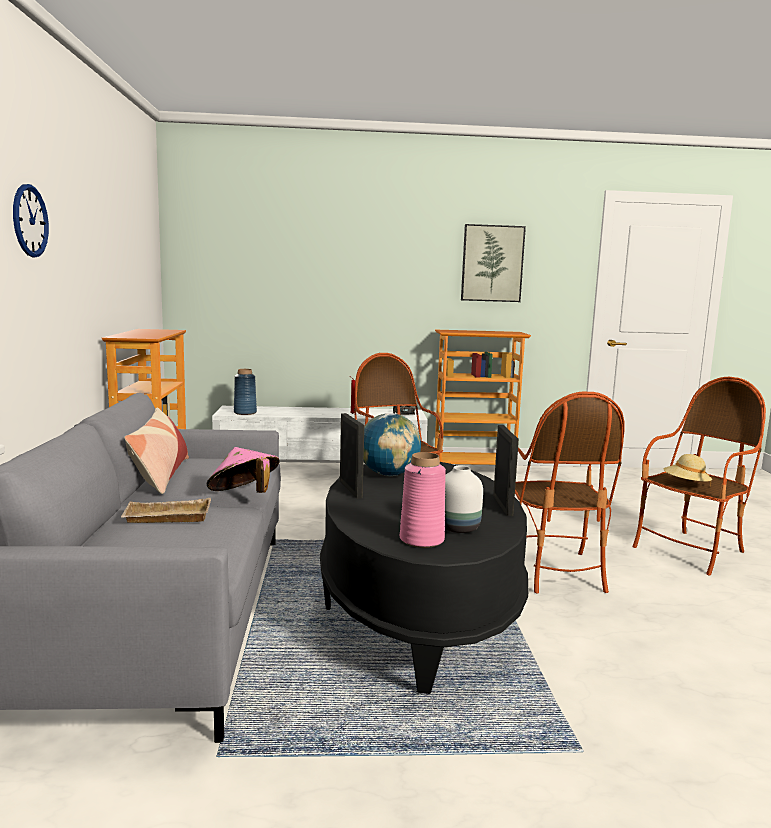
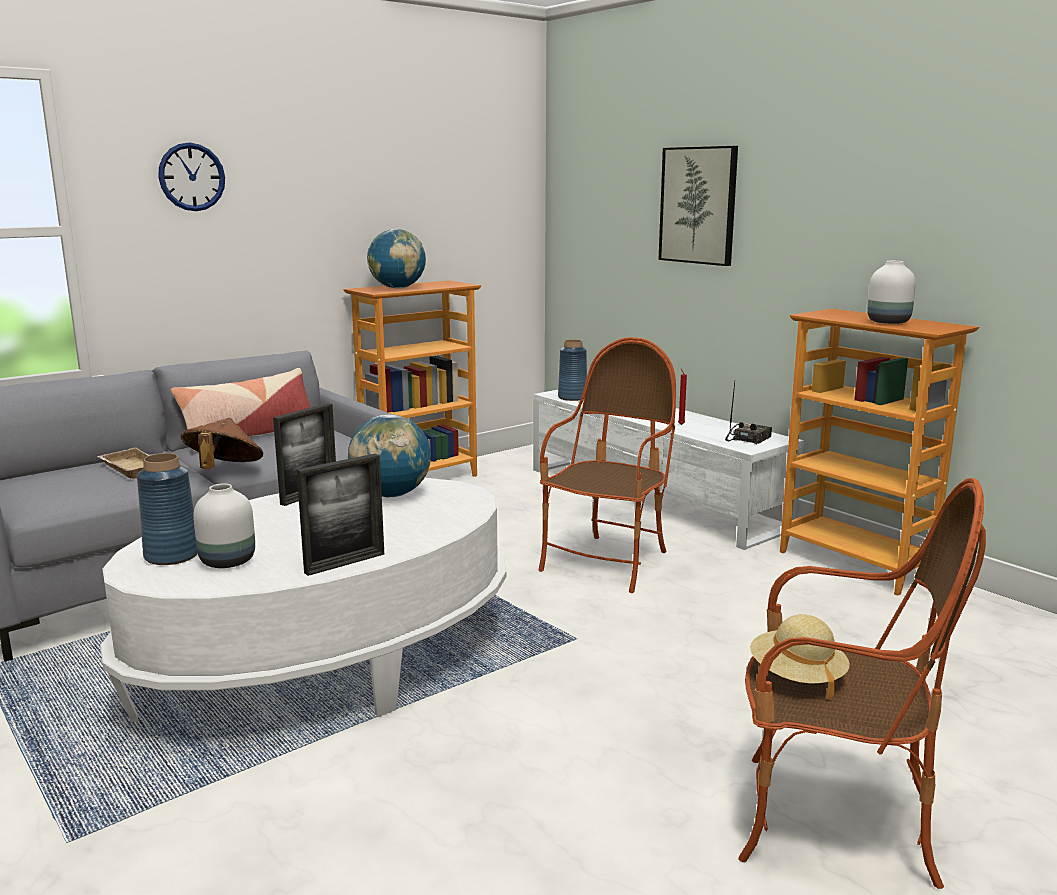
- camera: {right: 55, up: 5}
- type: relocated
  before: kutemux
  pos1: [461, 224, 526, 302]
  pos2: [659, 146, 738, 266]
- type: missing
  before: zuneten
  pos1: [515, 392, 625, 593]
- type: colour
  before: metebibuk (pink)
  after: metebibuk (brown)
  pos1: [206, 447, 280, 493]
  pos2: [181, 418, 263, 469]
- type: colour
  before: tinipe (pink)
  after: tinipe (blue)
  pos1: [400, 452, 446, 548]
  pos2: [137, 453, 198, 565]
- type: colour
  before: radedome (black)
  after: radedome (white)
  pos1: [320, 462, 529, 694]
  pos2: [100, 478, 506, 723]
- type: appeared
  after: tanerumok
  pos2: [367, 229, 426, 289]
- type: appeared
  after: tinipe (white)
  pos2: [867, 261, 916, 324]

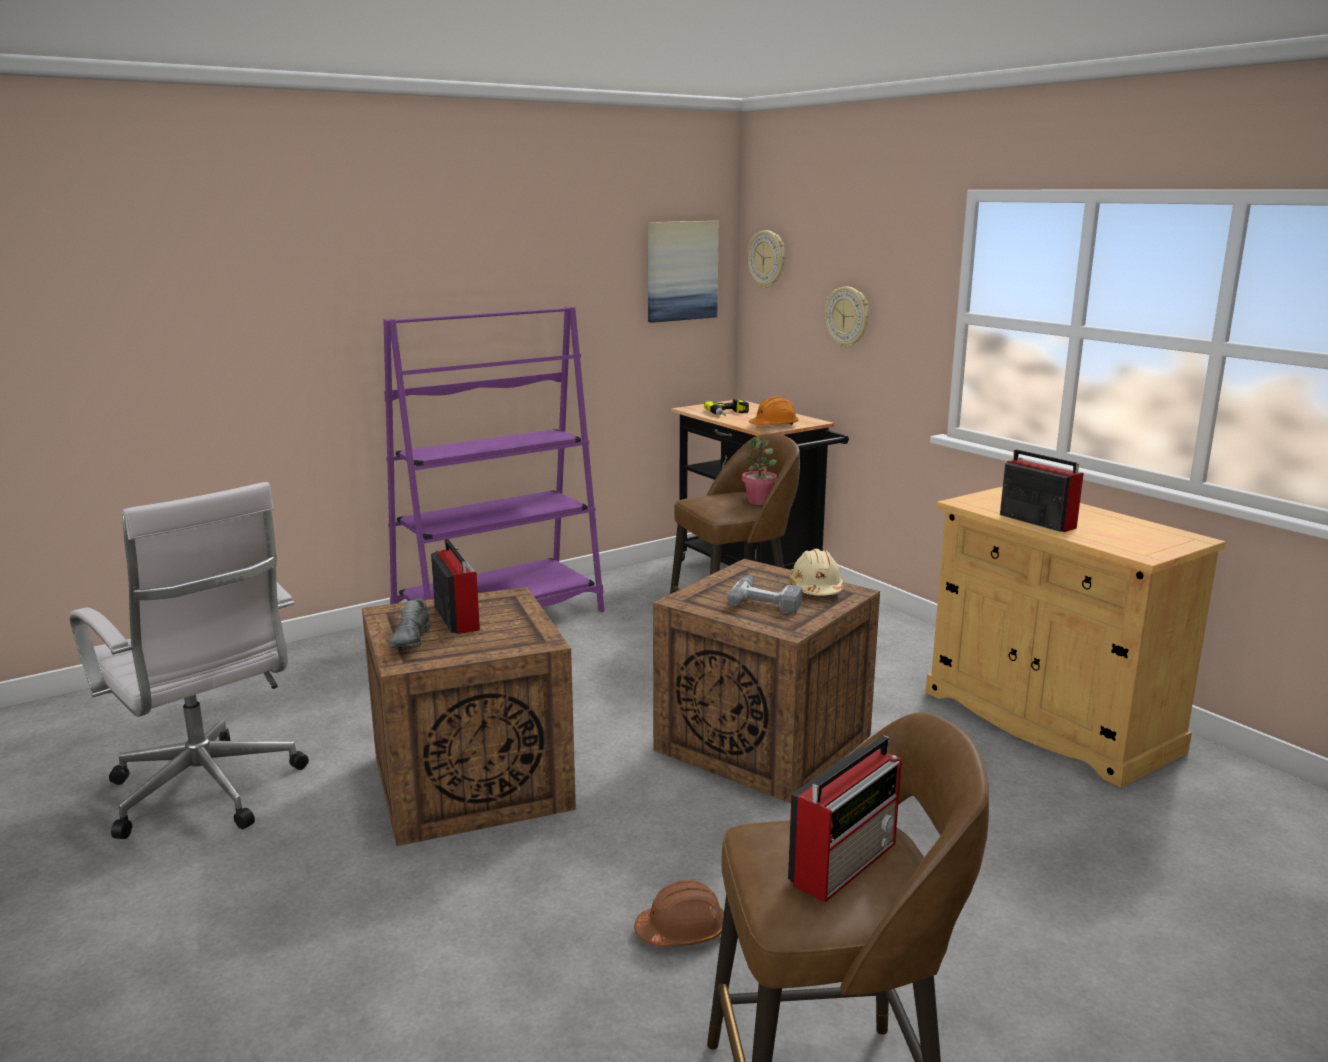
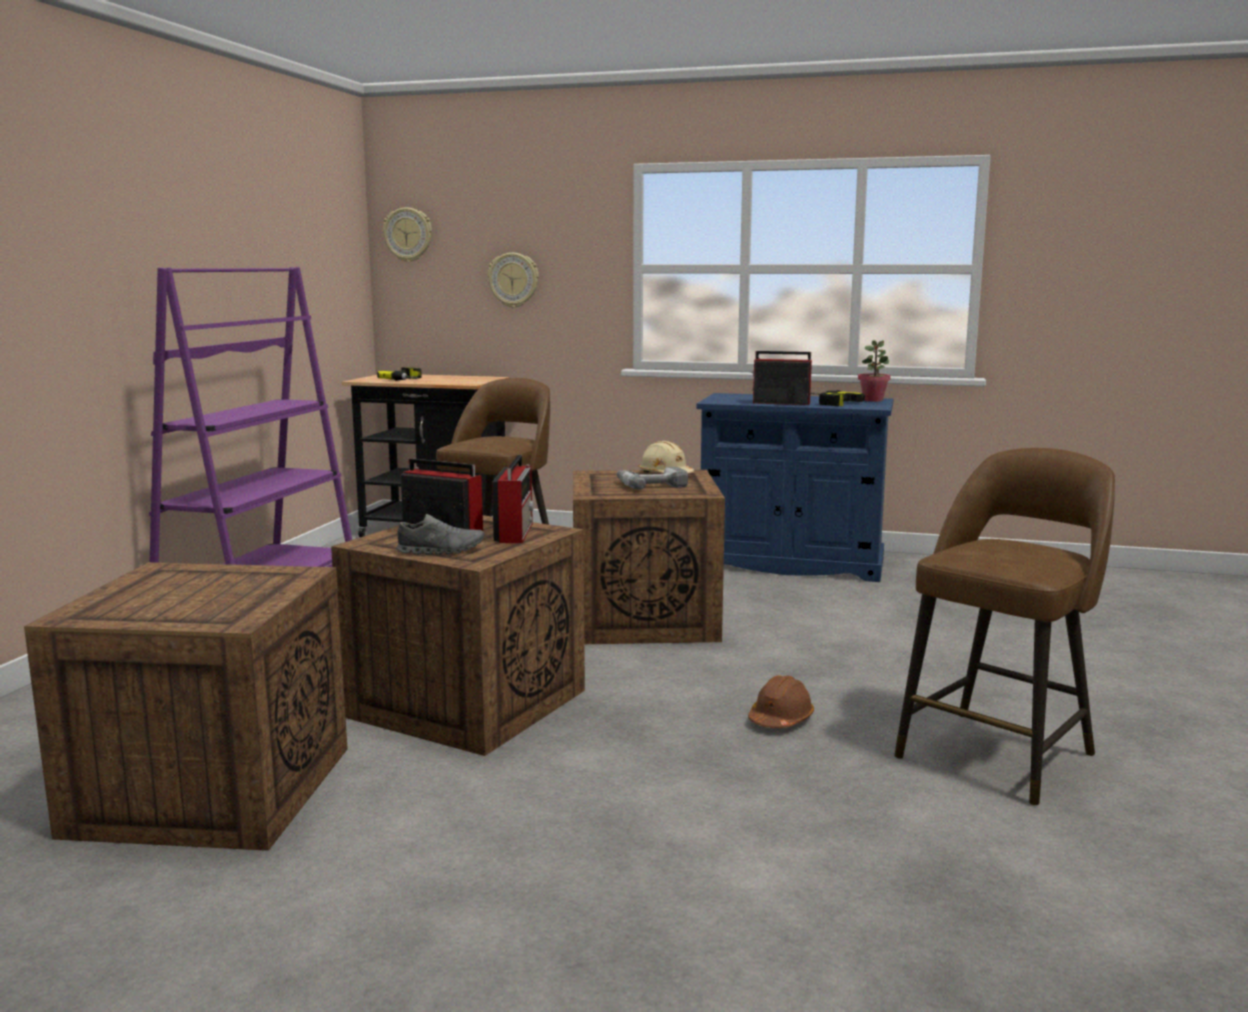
- camera: {right: -40, up: -5}
- type: missing
  before: kutemux
  pos1: [648, 221, 719, 323]
- type: missing
  before: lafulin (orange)
  pos1: [749, 396, 798, 425]
- type: relocated
  before: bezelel
  pos1: [742, 438, 777, 505]
  pos2: [858, 340, 891, 402]
- type: exchanged
  before: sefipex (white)
  after: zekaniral
  pos1: [70, 482, 309, 839]
  pos2: [24, 562, 348, 851]
- type: colour
  before: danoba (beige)
  after: danoba (blue)
  pos1: [926, 486, 1226, 788]
  pos2: [696, 393, 893, 582]
- type: spun
  before: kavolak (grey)
  pos1: [389, 598, 432, 648]
  pos2: [396, 514, 485, 555]
  turn: -60
- type: relocated
  before: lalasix
  pos1: [788, 736, 902, 902]
  pos2: [492, 455, 534, 543]
- type: appeared
  after: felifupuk
  pos2: [810, 390, 865, 406]

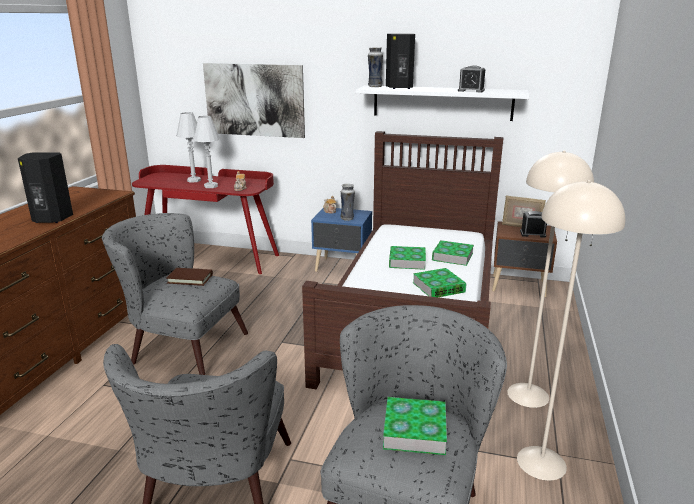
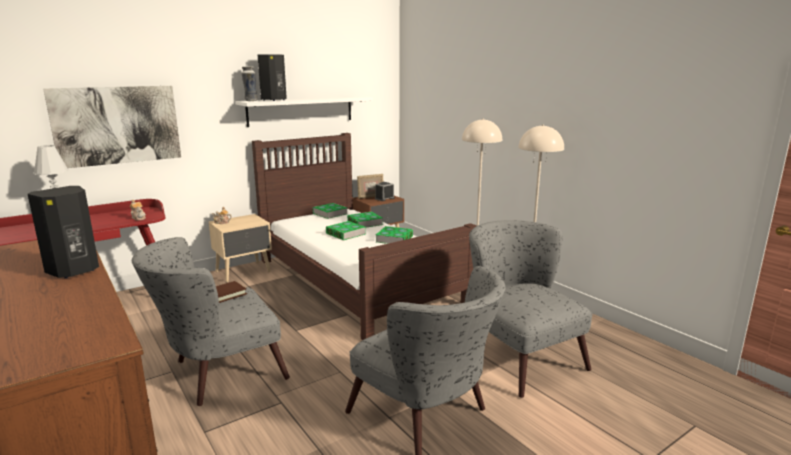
- camera: {right: -50, up: -5}
- type: missing
  before: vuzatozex
  pos1: [458, 65, 485, 92]
- type: missing
  before: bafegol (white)
  pos1: [193, 116, 220, 188]
- type: missing
  before: tinipe
  pos1: [340, 184, 355, 221]
- type: colour
  before: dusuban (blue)
  after: dusuban (beige)
  pos1: [311, 208, 372, 272]
  pos2: [209, 214, 272, 282]
- type: relocated
  before: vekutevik
  pos1: [383, 397, 447, 455]
  pos2: [312, 203, 347, 219]

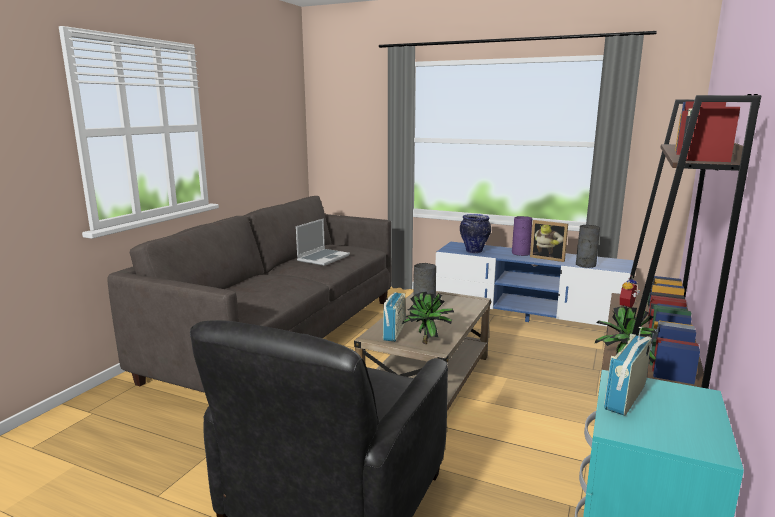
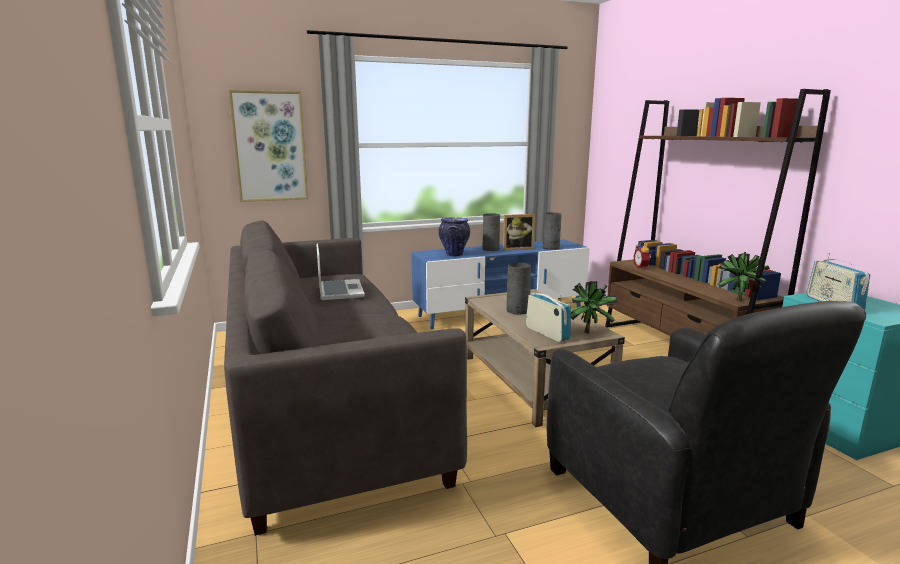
- camera: {right: -45, up: 0}
- type: colour
  before: tinipe (purple)
  after: tinipe (grey)
  pos1: [512, 216, 532, 256]
  pos2: [483, 213, 500, 251]
- type: appeared
  after: kutemux
  pos2: [229, 90, 308, 202]

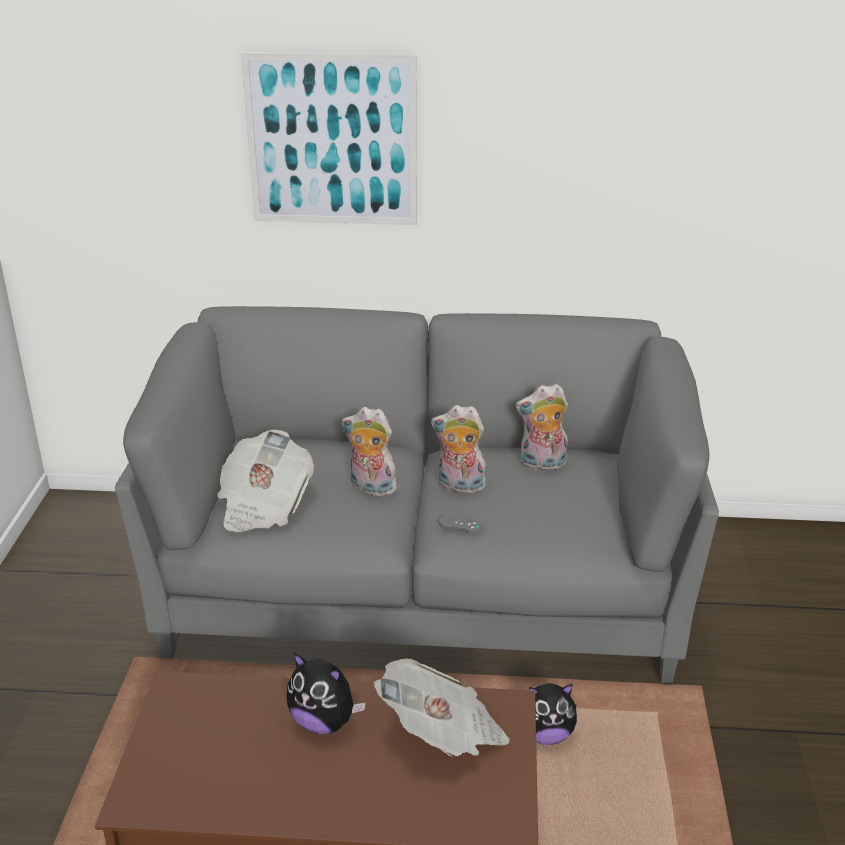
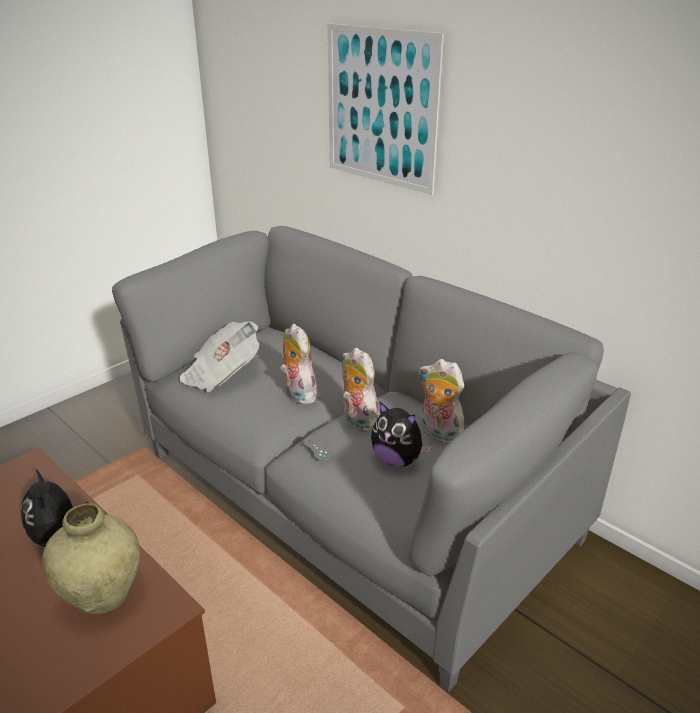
- camera: {right: 40, up: 0}
- type: exchanged
  before: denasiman
  after: tinipe (beige)
  pos1: [374, 658, 510, 757]
  pos2: [42, 503, 140, 615]
- type: relocated
  before: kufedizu
  pos1: [529, 683, 577, 745]
  pos2: [371, 402, 431, 467]

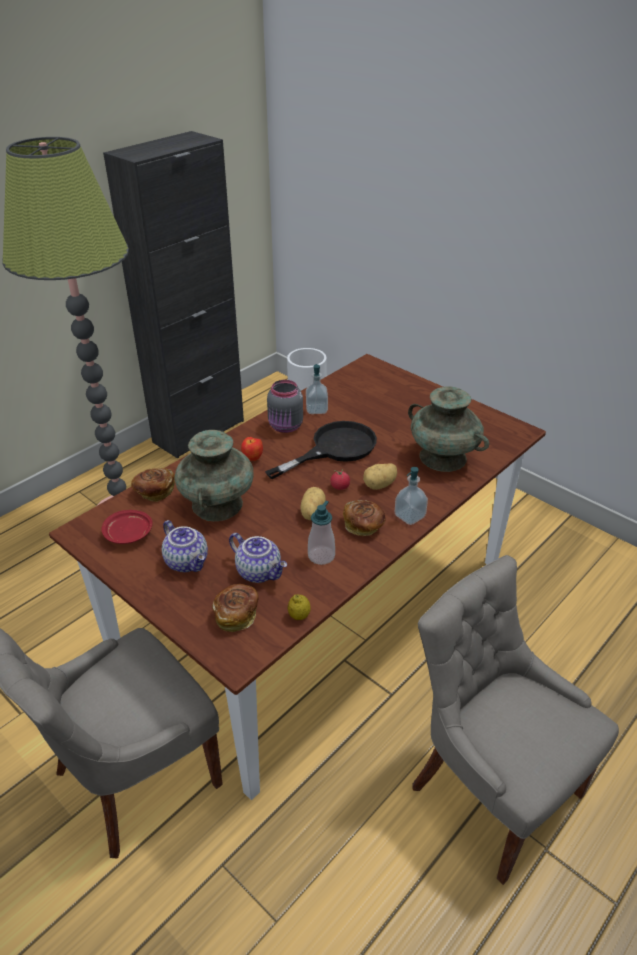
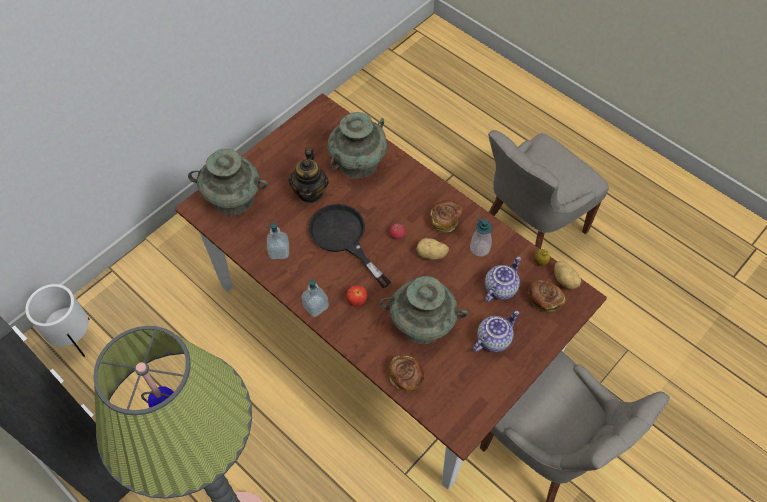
- camera: {right: -90, up: 20}
- type: missing
  before: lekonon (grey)
  pos1: [267, 380, 303, 433]
- type: relocated
  before: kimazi
  pos1: [363, 463, 397, 490]
  pos2: [554, 261, 581, 289]
- type: relocated
  before: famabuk
  pos1: [395, 467, 428, 525]
  pos2: [301, 279, 329, 317]
- type: missing
  before: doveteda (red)
  pos1: [101, 510, 153, 544]
- type: appeared
  after: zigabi
  pos2: [289, 147, 329, 203]
- type: appeared
  after: tinipe (turquoise)
  pos2: [188, 149, 268, 215]

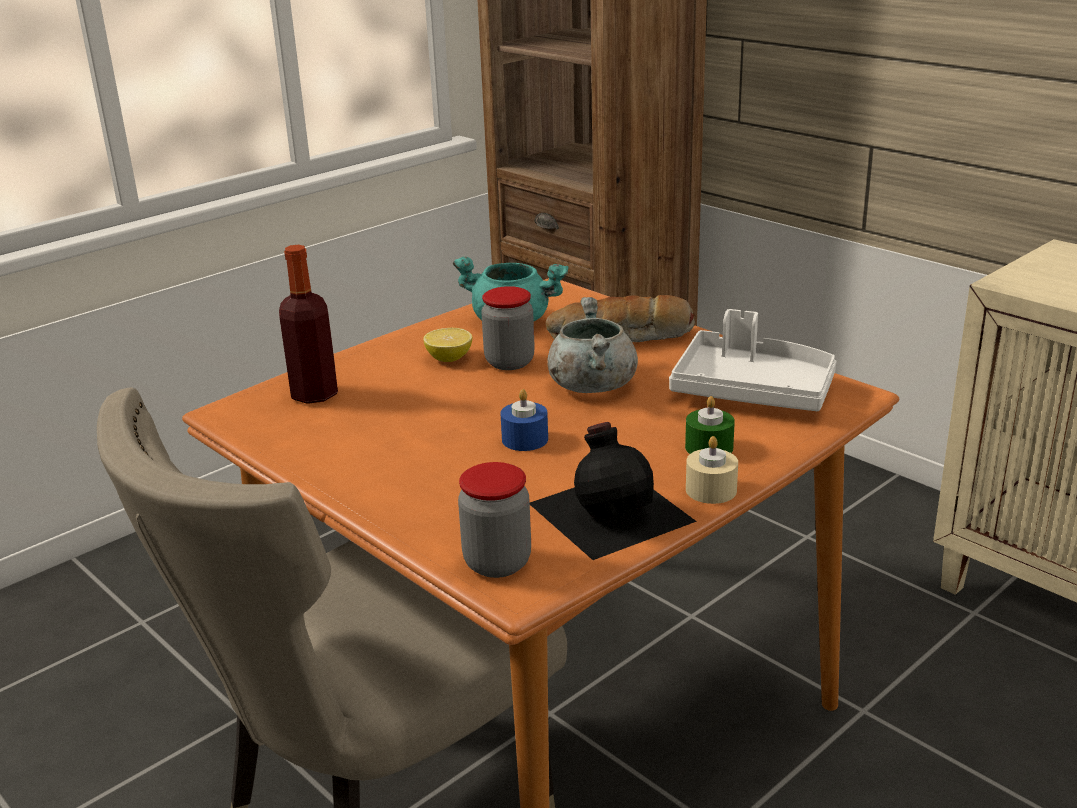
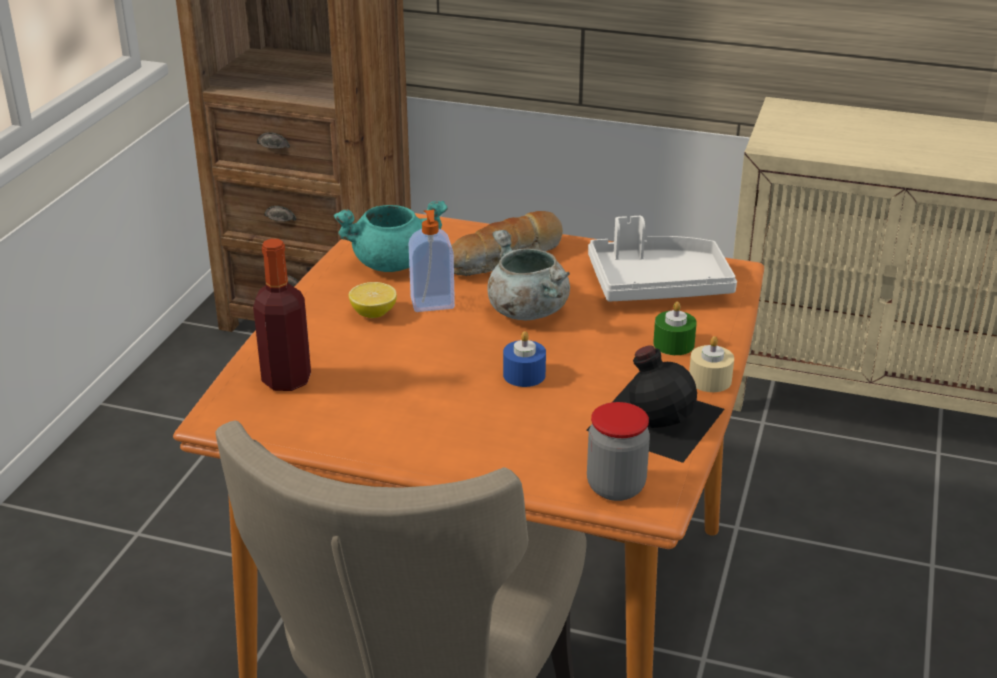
- camera: {right: -30, up: 5}
- type: exchanged
  before: lekonon
  after: famabuk
  pos1: [481, 286, 535, 370]
  pos2: [409, 210, 455, 312]

